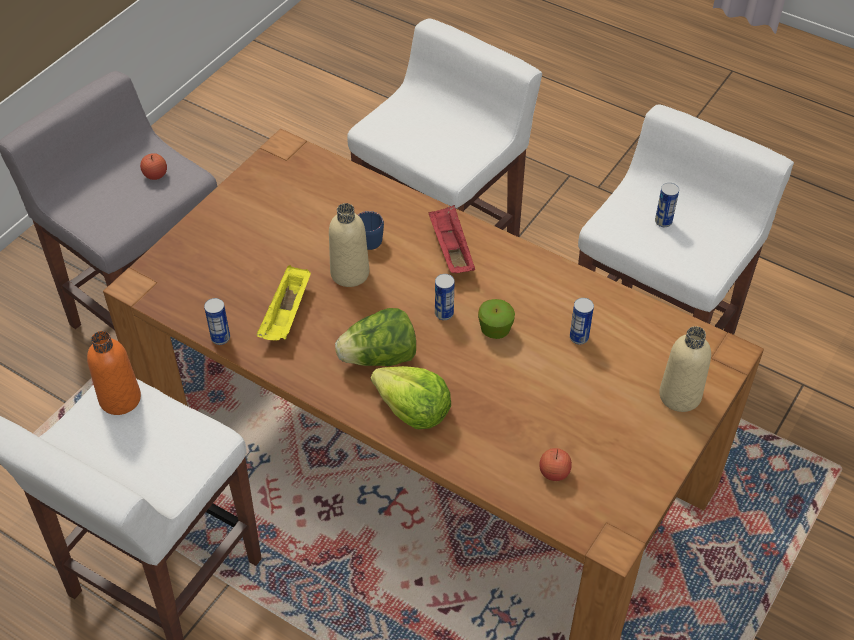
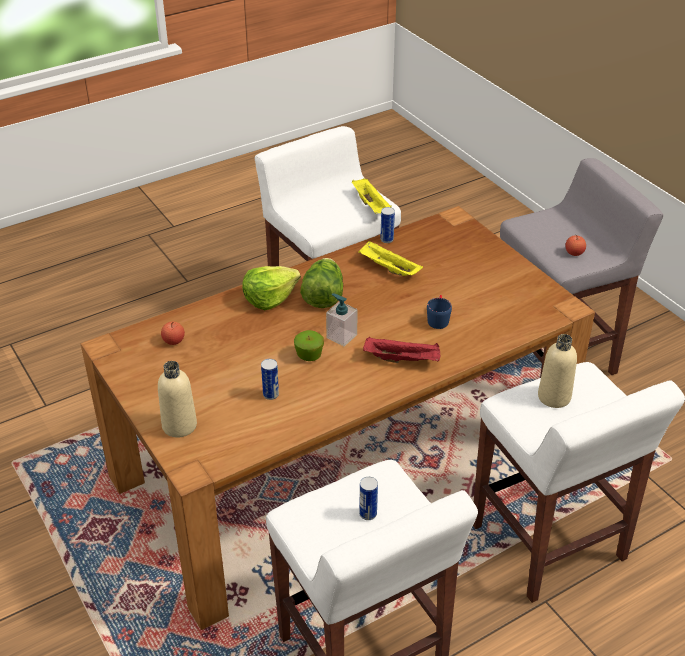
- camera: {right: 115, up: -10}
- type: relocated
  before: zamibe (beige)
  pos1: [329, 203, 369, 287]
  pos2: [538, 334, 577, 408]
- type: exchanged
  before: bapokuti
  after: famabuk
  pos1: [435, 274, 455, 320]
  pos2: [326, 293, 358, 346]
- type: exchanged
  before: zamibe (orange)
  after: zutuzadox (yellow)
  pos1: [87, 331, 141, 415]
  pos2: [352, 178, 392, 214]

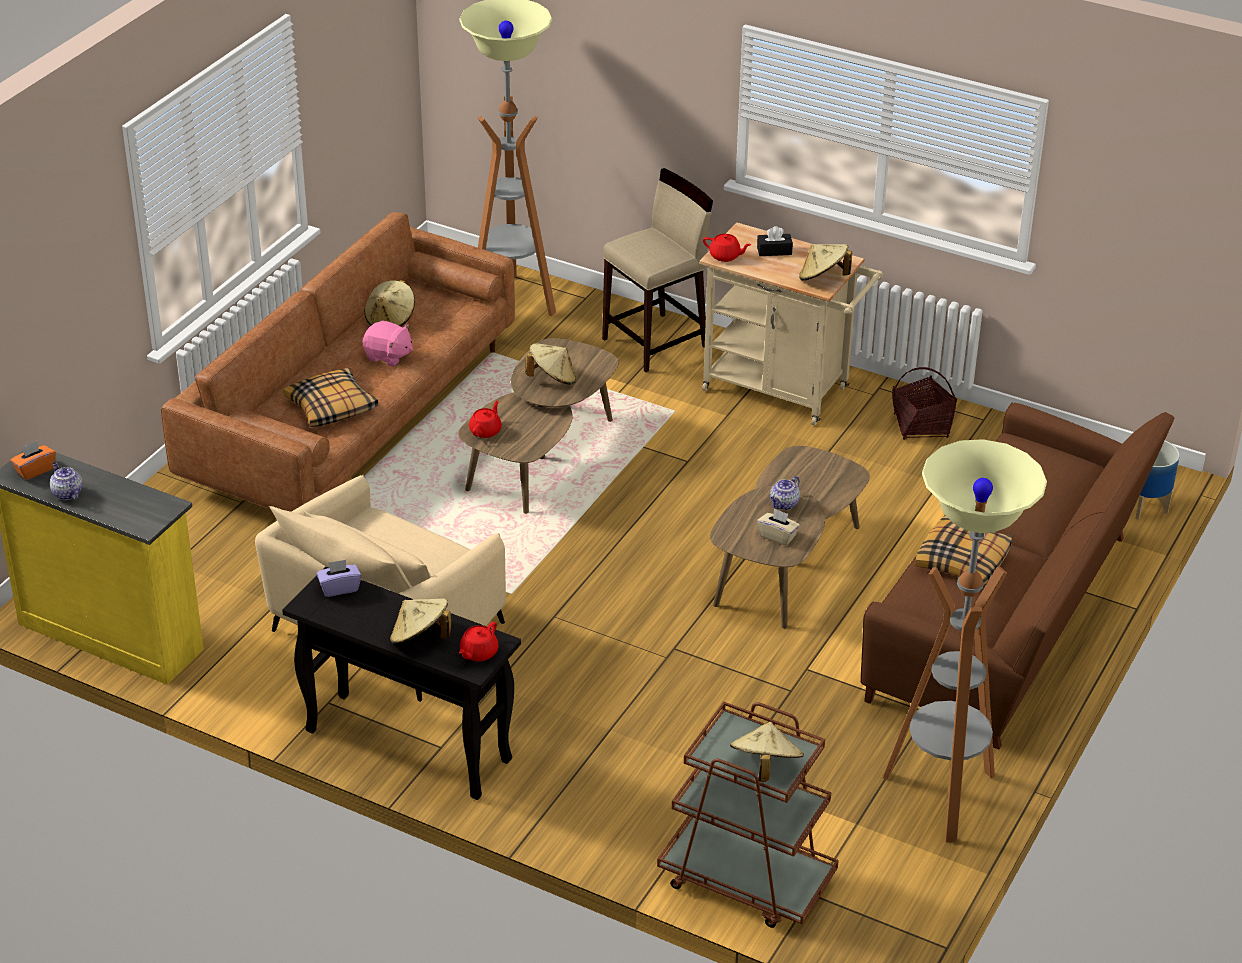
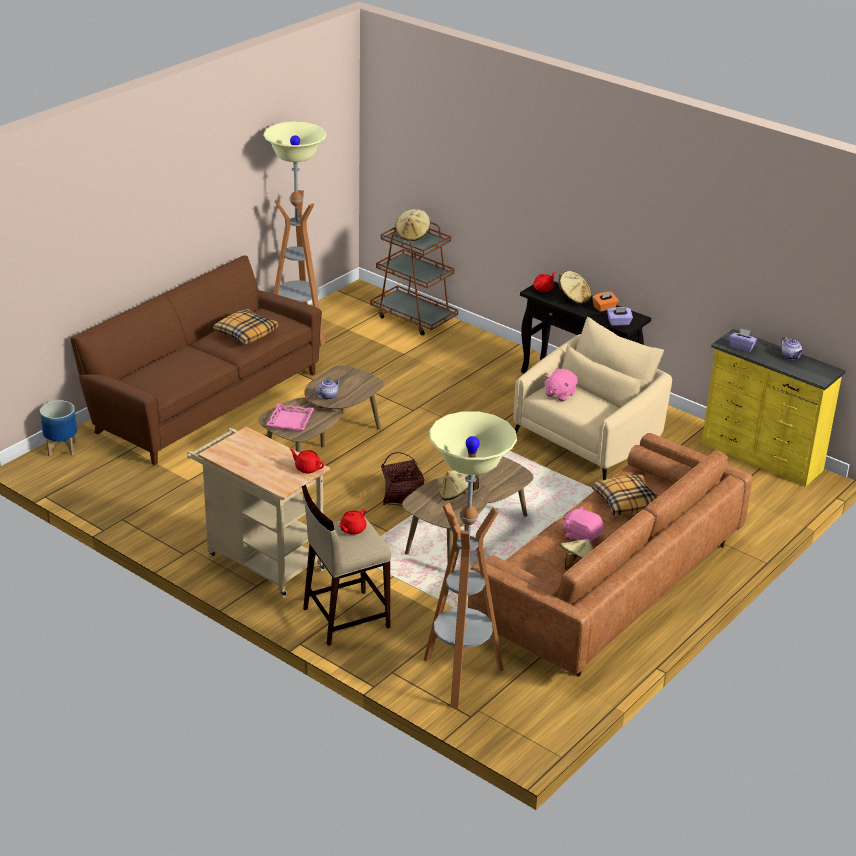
- camera: {right: -170, up: -5}
- type: missing
  before: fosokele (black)
  pos1: [757, 226, 793, 256]
- type: missing
  before: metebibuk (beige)
  pos1: [799, 244, 852, 281]
- type: relocated
  before: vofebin
  pos1: [892, 367, 957, 440]
  pos2: [381, 452, 425, 506]
- type: relocated
  before: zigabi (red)
  pos1: [469, 401, 502, 438]
  pos2: [339, 509, 366, 535]
- type: relocated
  before: fosokele (orange)
  pos1: [10, 441, 56, 480]
  pos2: [592, 291, 619, 311]
- type: missing
  before: fosokele (beige)
  pos1: [757, 508, 800, 546]
- type: appeared
  after: fosokele (purple)
  pos2: [729, 328, 757, 352]
- type: appeared
  after: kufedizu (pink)
  pos2: [544, 369, 578, 401]
- type: appeared
  after: zutuzadox (pink)
  pos2: [266, 404, 314, 431]

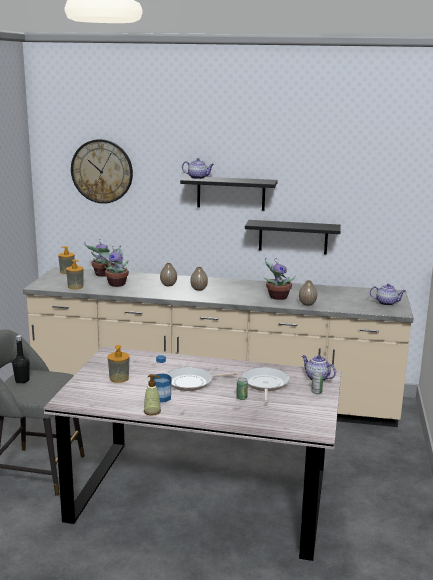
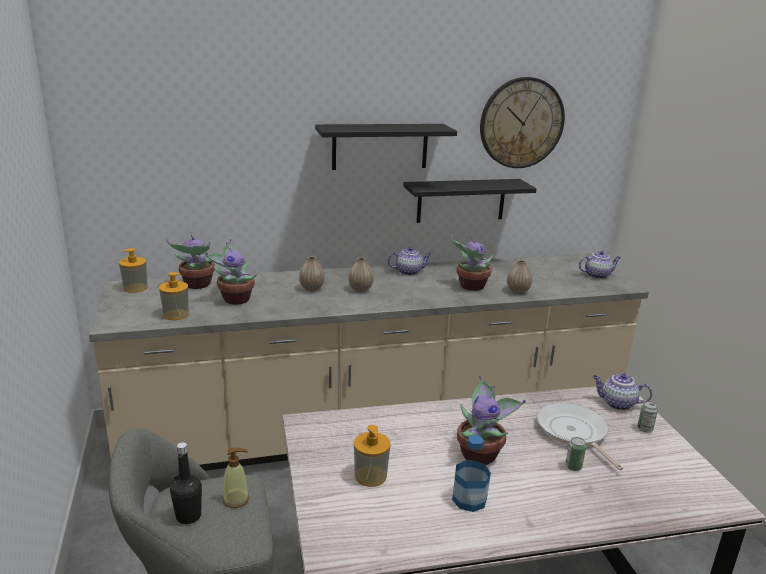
- camera: {right: -25, up: 5}
- type: relocated
  before: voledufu
  pos1: [71, 139, 133, 204]
  pos2: [480, 77, 565, 168]
- type: relocated
  before: zigabi
  pos1: [182, 158, 214, 179]
  pos2: [388, 247, 432, 275]
- type: exchanged
  before: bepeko
  after: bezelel
  pos1: [167, 367, 238, 391]
  pos2: [457, 375, 526, 465]
- type: relocated
  before: famabuk
  pos1: [144, 374, 161, 416]
  pos2: [223, 447, 249, 508]

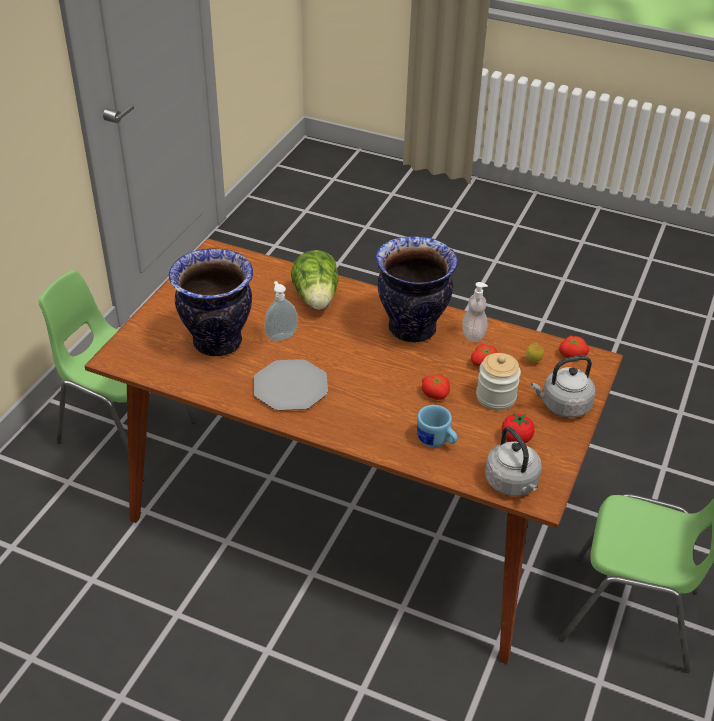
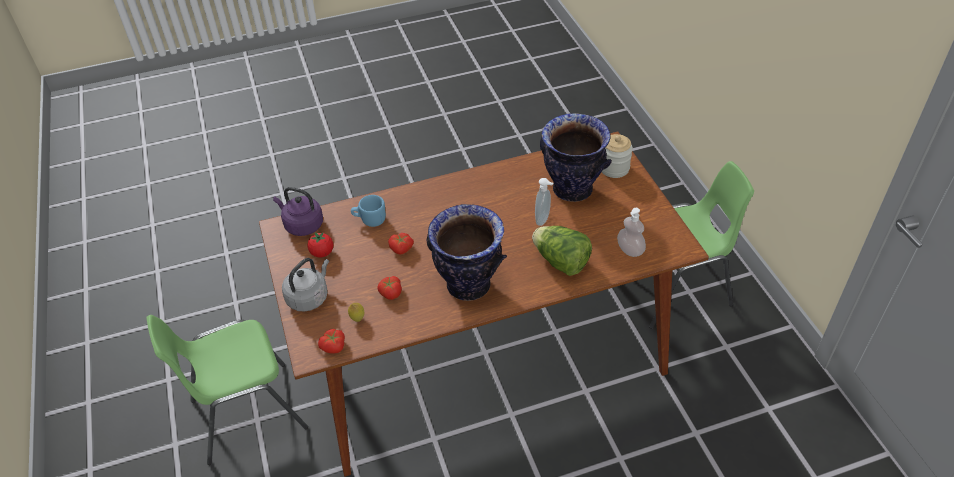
- camera: {right: 140, up: 5}
- type: relocated
  before: famabuk
  pos1: [462, 282, 488, 342]
  pos2: [617, 208, 646, 257]
- type: relocated
  before: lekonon
  pos1: [476, 353, 521, 411]
  pos2: [602, 134, 633, 178]
- type: missing
  before: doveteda
  pos1: [254, 359, 328, 411]
- type: colour
  before: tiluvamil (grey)
  after: tiluvamil (purple)
  pos1: [485, 426, 542, 496]
  pos2: [273, 187, 323, 236]

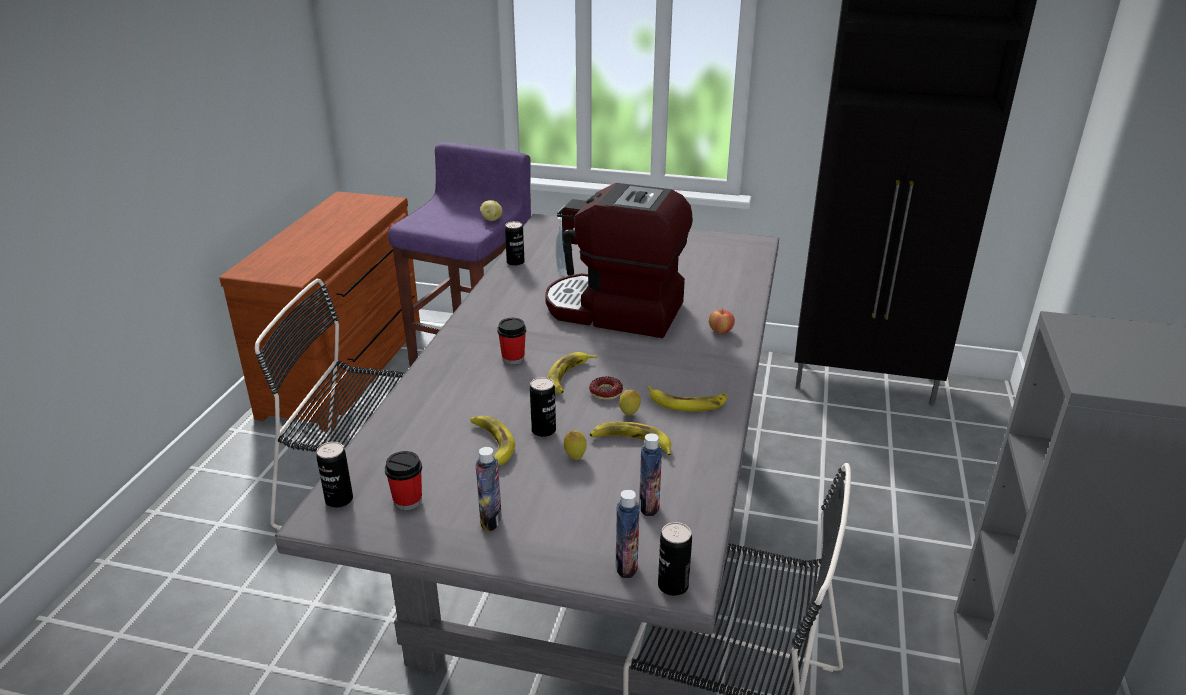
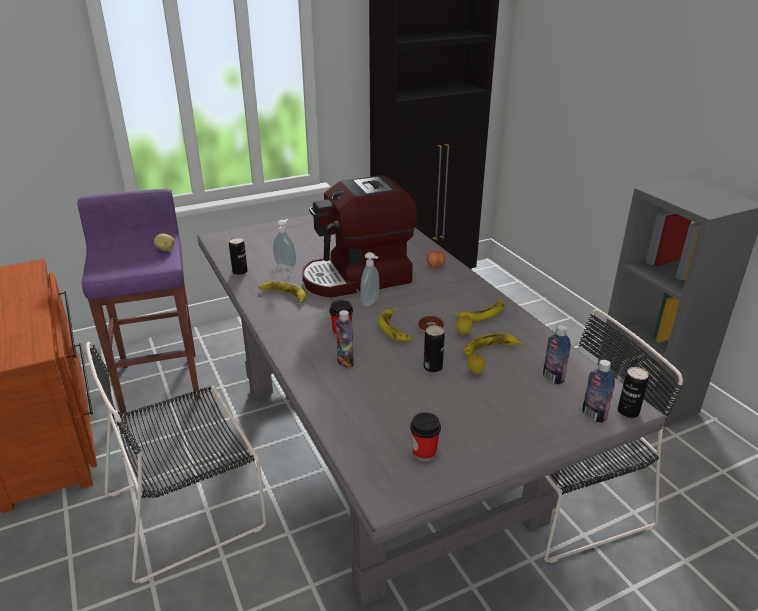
- camera: {right: -40, up: 0}
- type: relocated
  before: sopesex
  pos1: [471, 416, 515, 465]
  pos2: [259, 281, 306, 303]
- type: missing
  before: bapokuti
  pos1: [316, 442, 353, 508]
- type: relocated
  before: zamibe
  pos1: [476, 447, 502, 531]
  pos2: [336, 310, 354, 368]
- type: appeared
  after: famabuk
  pos2: [360, 252, 379, 307]

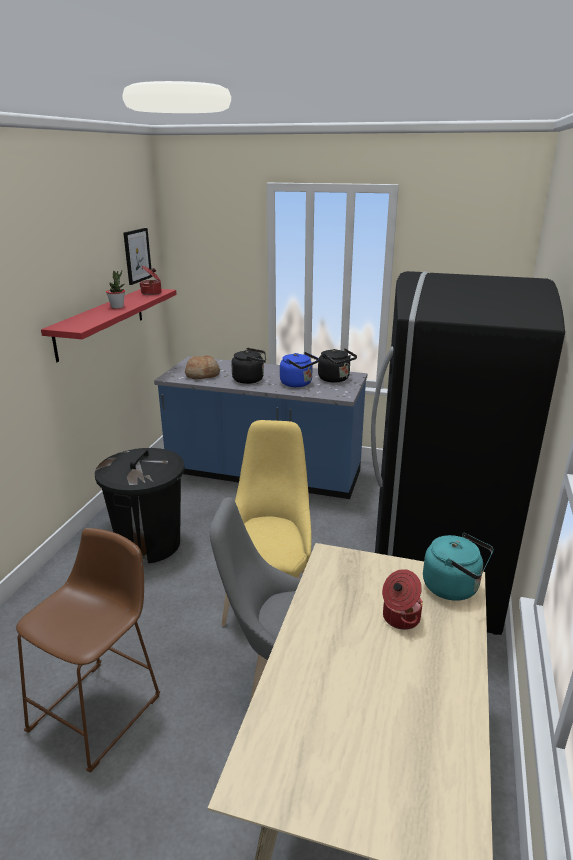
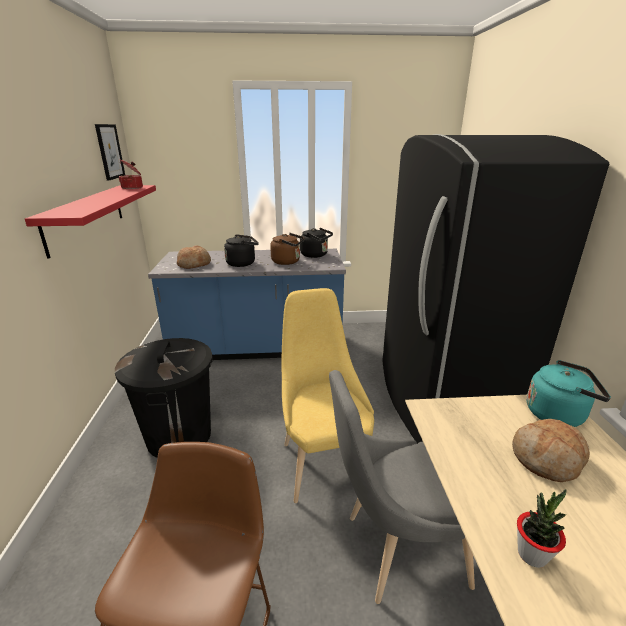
- camera: {right: -20, up: 0}
- type: relocated
  before: bezelel
  pos1: [106, 271, 125, 308]
  pos2: [517, 489, 567, 568]
- type: colour
  before: tiluvamil (blue)
  after: tiluvamil (brown)
  pos1: [280, 352, 319, 387]
  pos2: [270, 233, 305, 265]
- type: exchanged
  before: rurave
  after: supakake
  pos1: [382, 569, 423, 630]
  pos2: [512, 419, 590, 482]

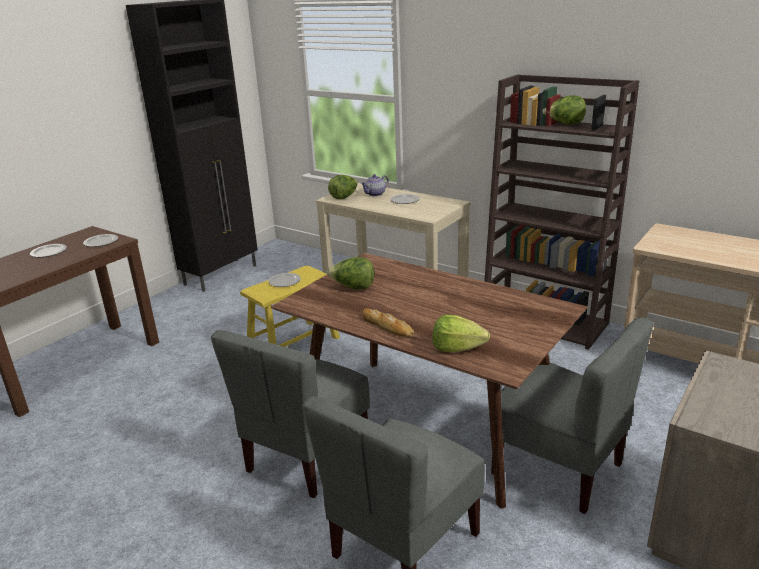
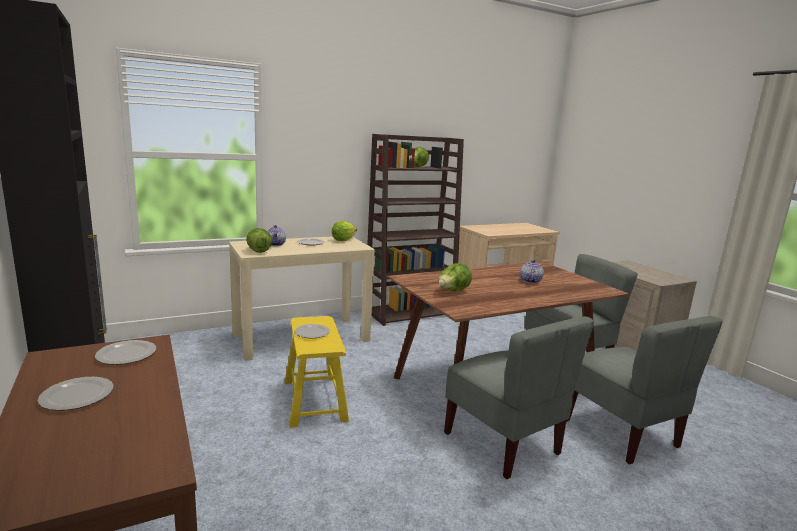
- camera: {right: -65, up: -10}
- type: missing
  before: supakake
  pos1: [362, 308, 414, 337]
- type: relocated
  before: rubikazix
  pos1: [432, 315, 490, 352]
  pos2: [332, 221, 357, 241]
- type: appeared
  after: zigabi
  pos2: [520, 260, 544, 284]

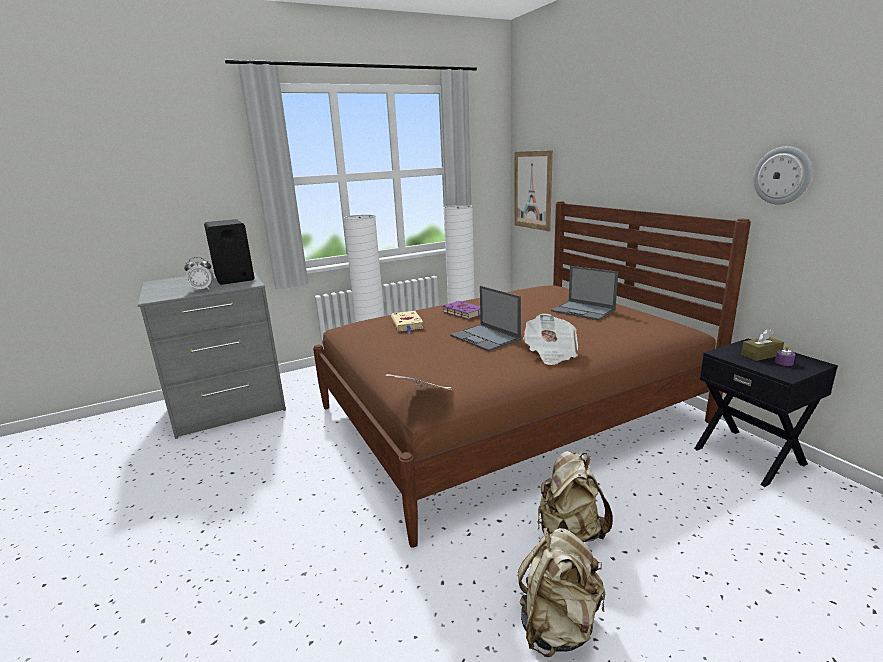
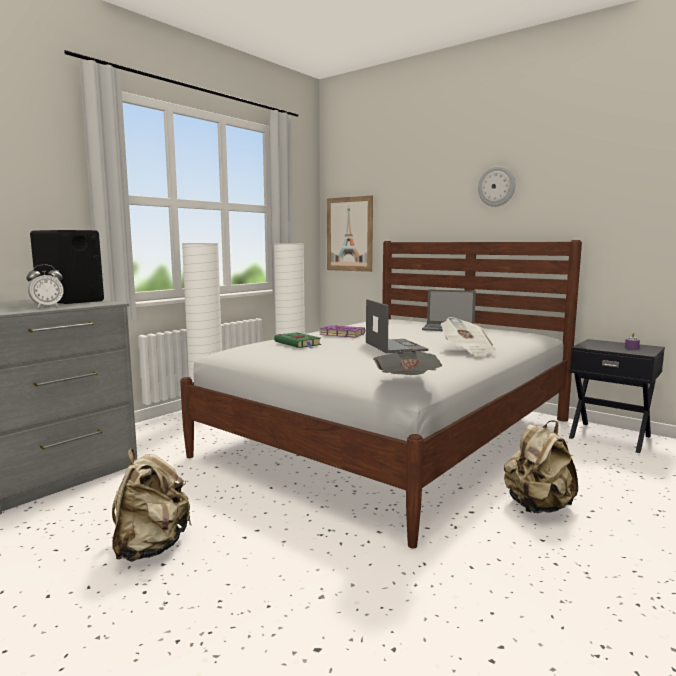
- camera: {right: -25, up: -10}
- type: relocated
  before: voledufu
  pos1: [753, 146, 812, 205]
  pos2: [478, 166, 516, 207]
- type: colour
  before: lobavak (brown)
  after: lobavak (white)
  pos1: [313, 201, 751, 548]
  pos2: [180, 240, 582, 549]
- type: spun
  before: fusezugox
  pos1: [450, 286, 521, 352]
  pos2: [366, 299, 428, 353]
  turn: -135
- type: colour
  before: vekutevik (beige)
  after: vekutevik (green)
  pos1: [391, 311, 423, 333]
  pos2: [274, 332, 321, 349]
- type: missing
  before: fosokele (brown)
  pos1: [741, 329, 784, 361]
- type: relocated
  before: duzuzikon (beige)
  pos1: [518, 528, 605, 657]
  pos2: [112, 449, 192, 562]

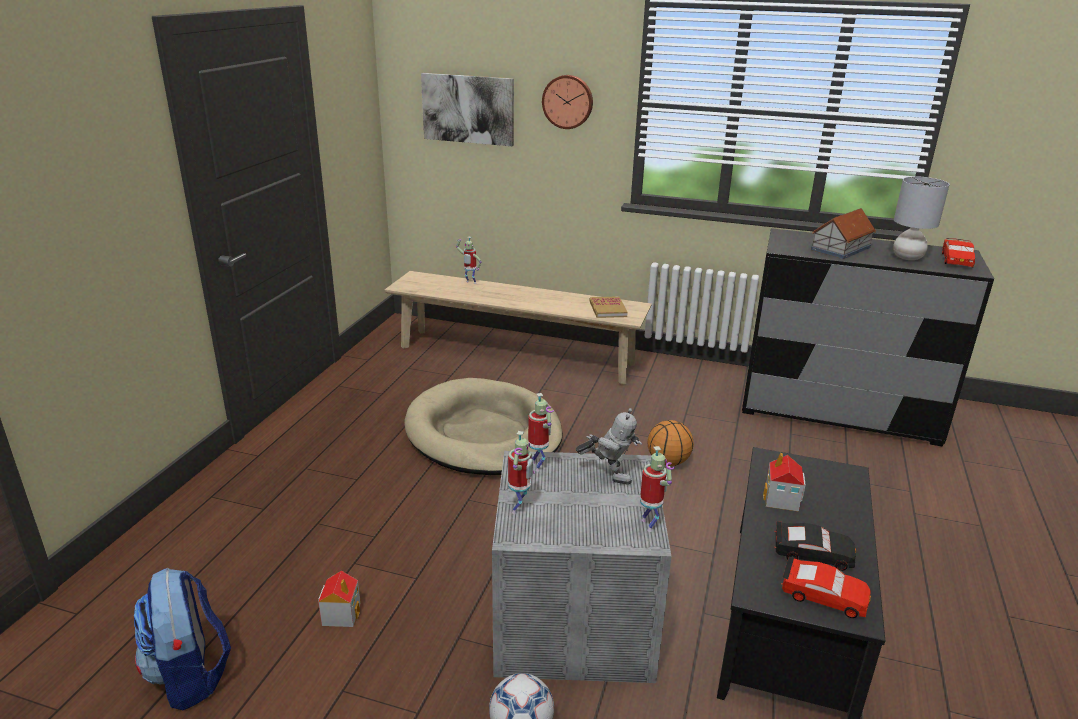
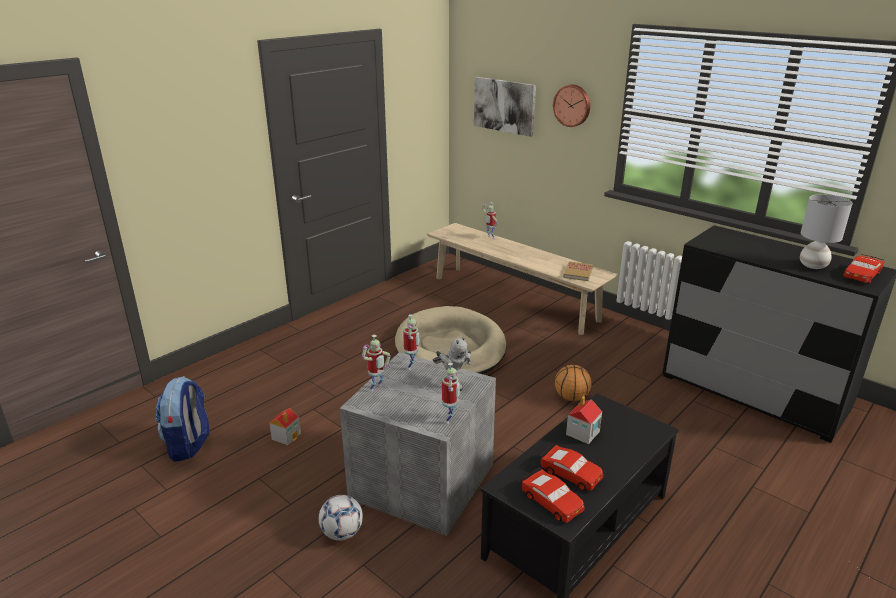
- camera: {right: 25, up: 0}
- type: missing
  before: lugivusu
  pos1: [811, 208, 876, 259]
- type: colour
  before: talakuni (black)
  after: talakuni (red)
  pos1: [774, 521, 856, 571]
  pos2: [541, 444, 604, 491]

